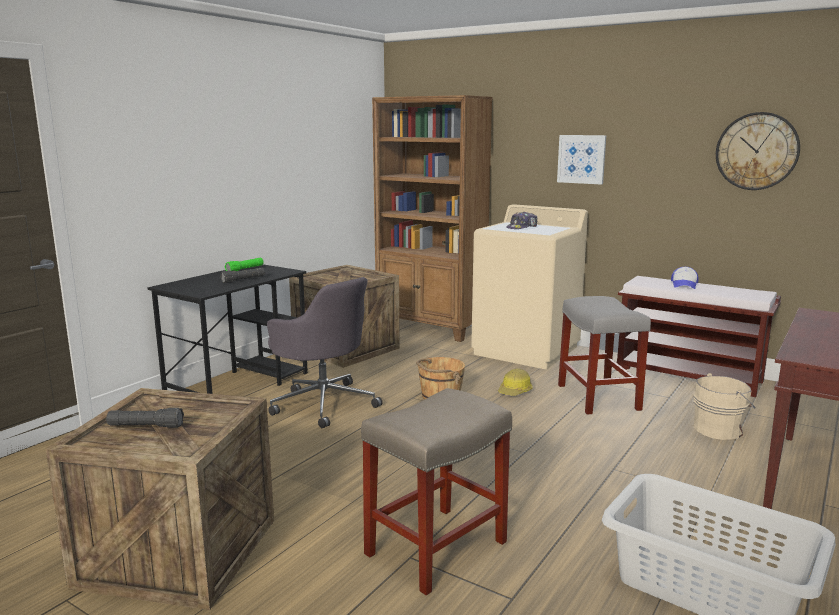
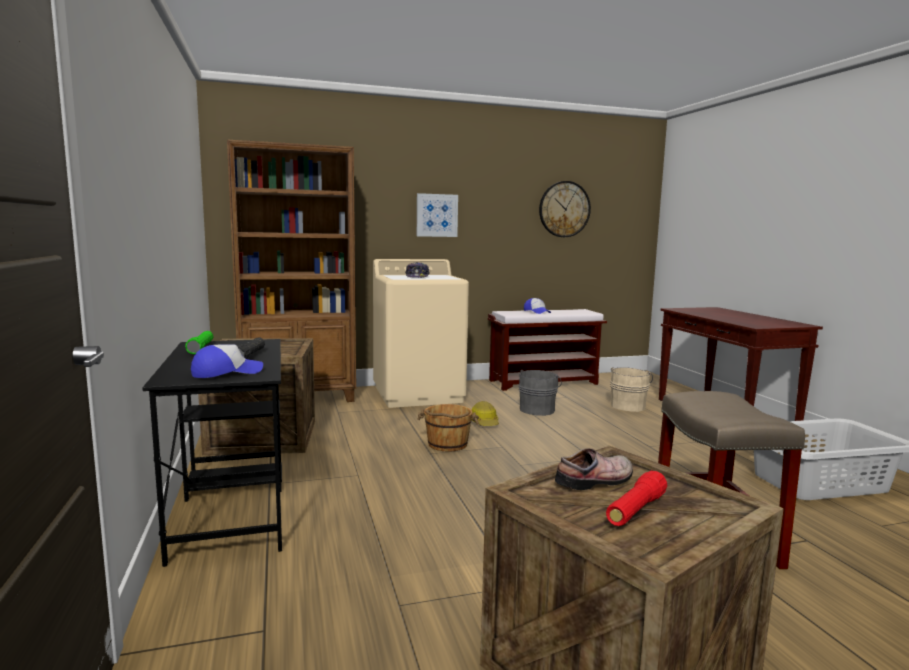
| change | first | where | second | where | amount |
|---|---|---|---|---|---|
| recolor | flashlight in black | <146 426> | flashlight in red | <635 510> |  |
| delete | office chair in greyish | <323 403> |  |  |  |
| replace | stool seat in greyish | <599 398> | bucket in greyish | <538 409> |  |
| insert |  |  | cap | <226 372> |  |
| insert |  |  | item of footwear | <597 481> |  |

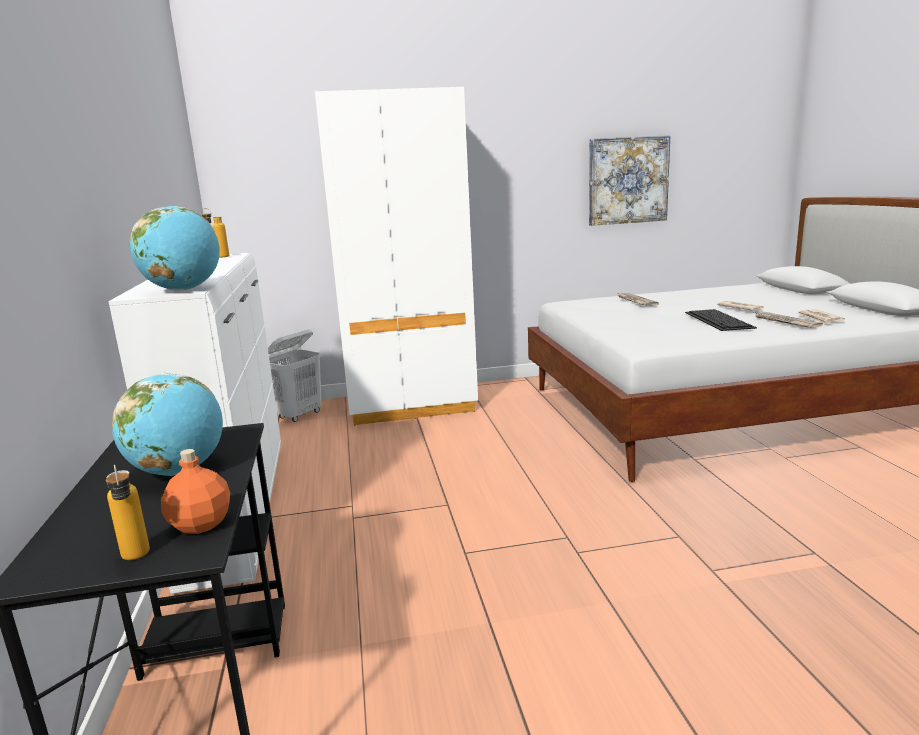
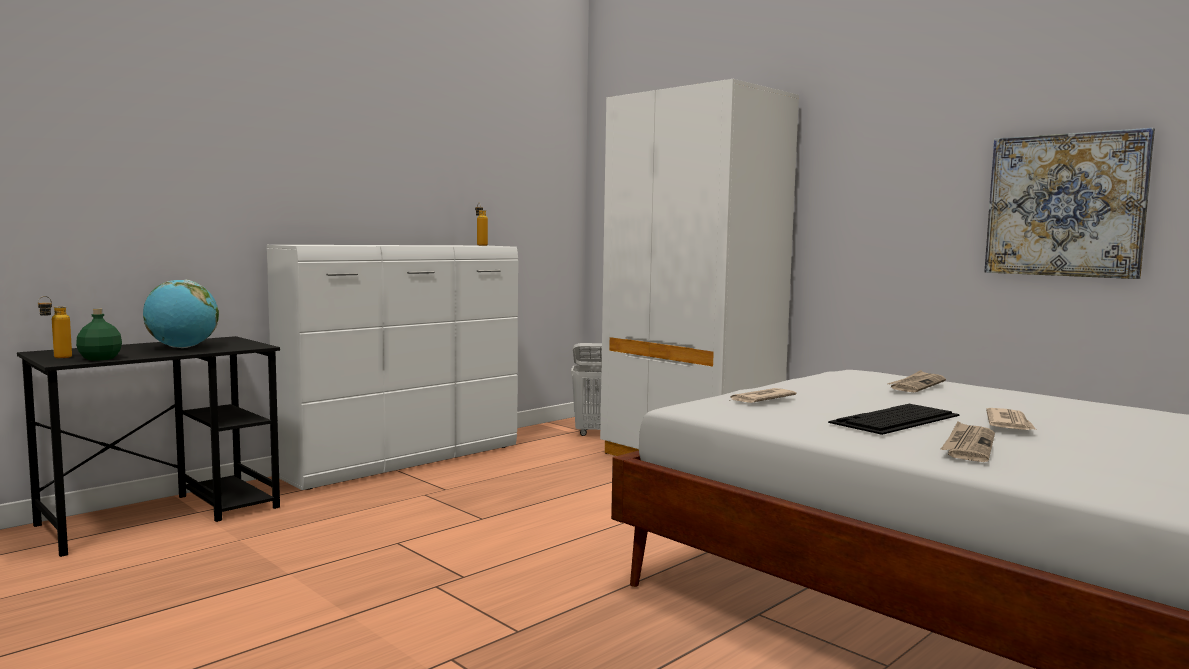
| change | first | where | second | where | amount |
|---|---|---|---|---|---|
| delete | world globe | <183 290> |  |  |  |
| recolor | bottle in orange | <200 524> | bottle in green-coloured | <100 358> |  |
| move | printed paper | <819 318> |  | <760 399> |  |

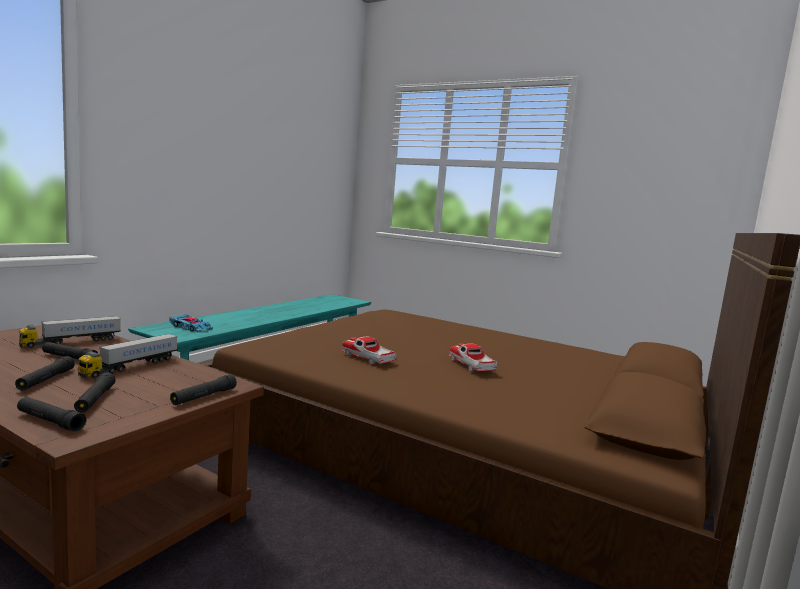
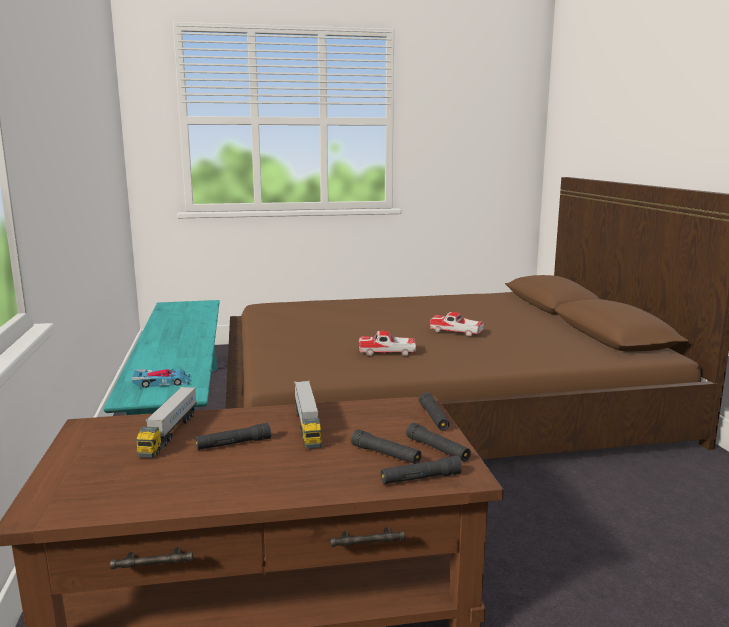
| change | first | where | second | where | amount |
|---|---|---|---|---|---|
| move | flashlight in black | <46 380> |  | <437 449> |  |

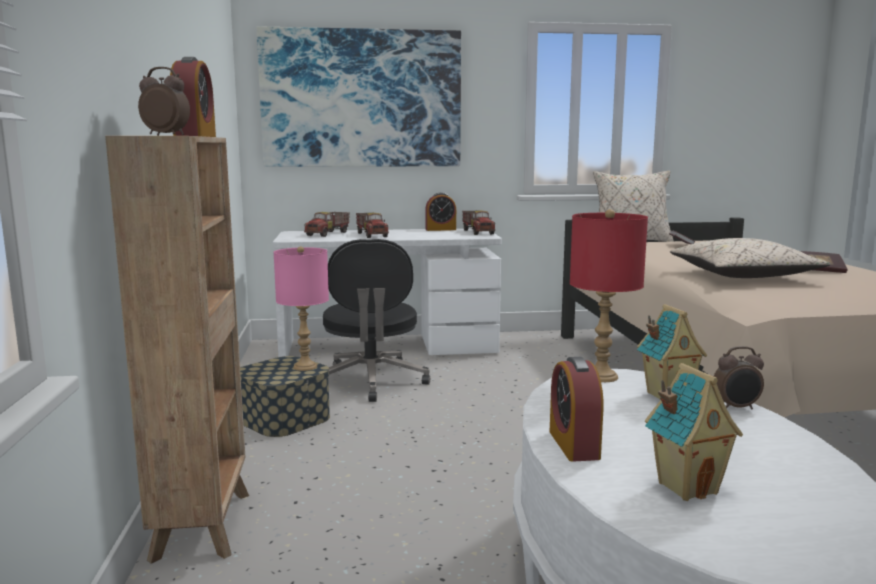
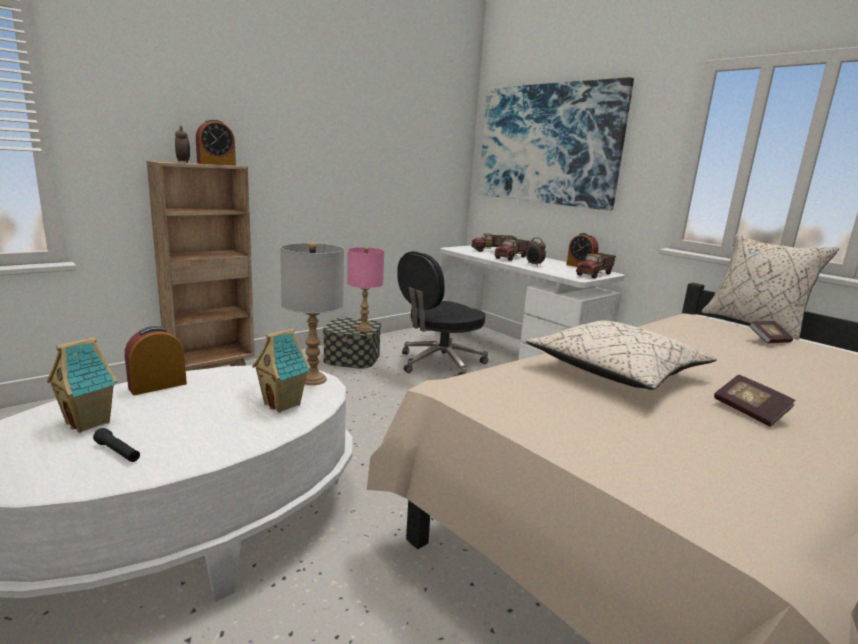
| change | first | where | second | where | amount |
|---|---|---|---|---|---|
| recolor | table lamp in red | <602 376> | table lamp in greyish | <313 380> |  |
| move | bedside clock | <736 408> |  | <534 265> |  |
| insert |  |  | flashlight in black | <118 452> |  |

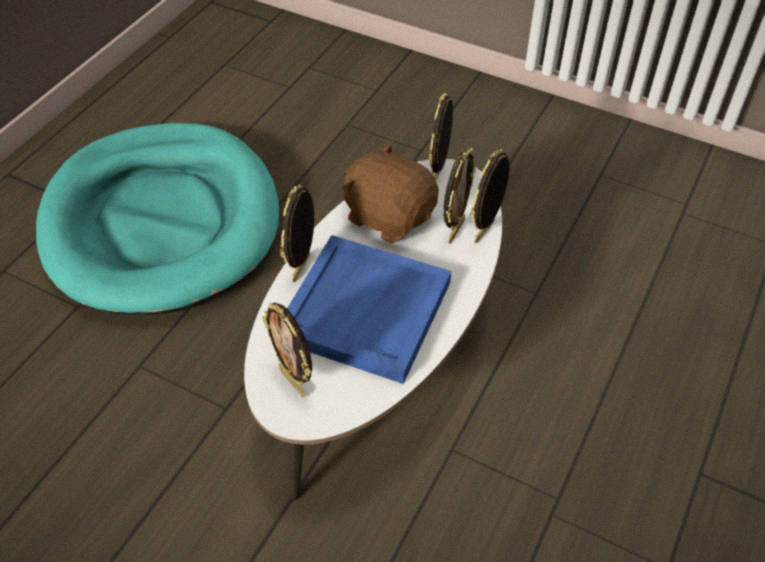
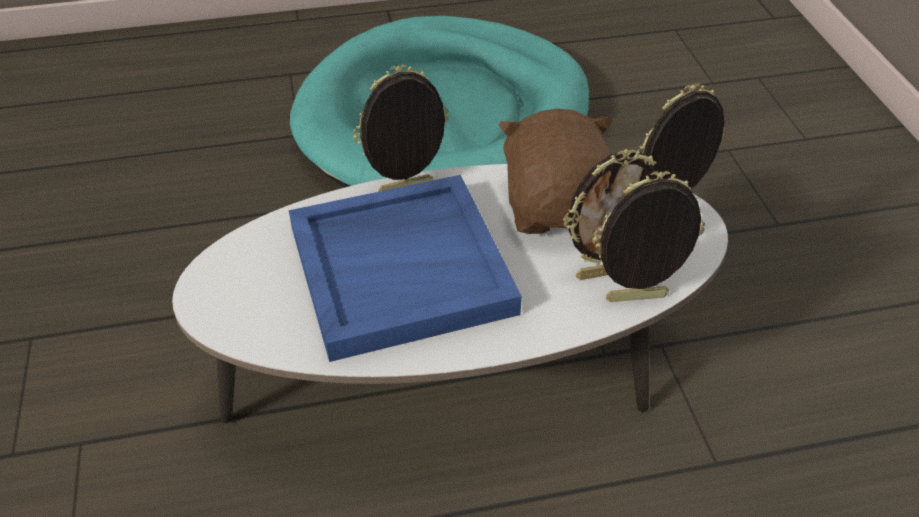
| change | first | where | second | where | amount |
|---|---|---|---|---|---|
| delete | standing frame | <294 382> |  |  |  |

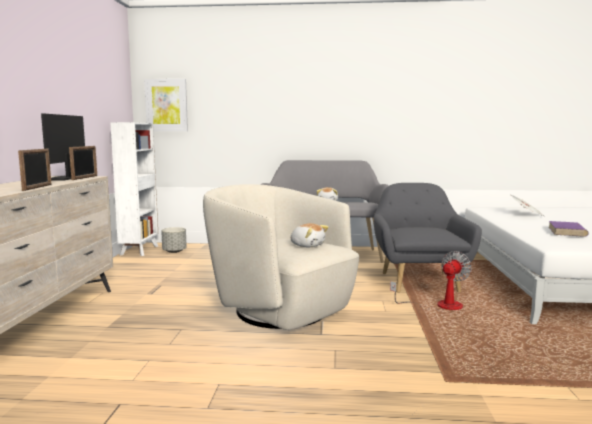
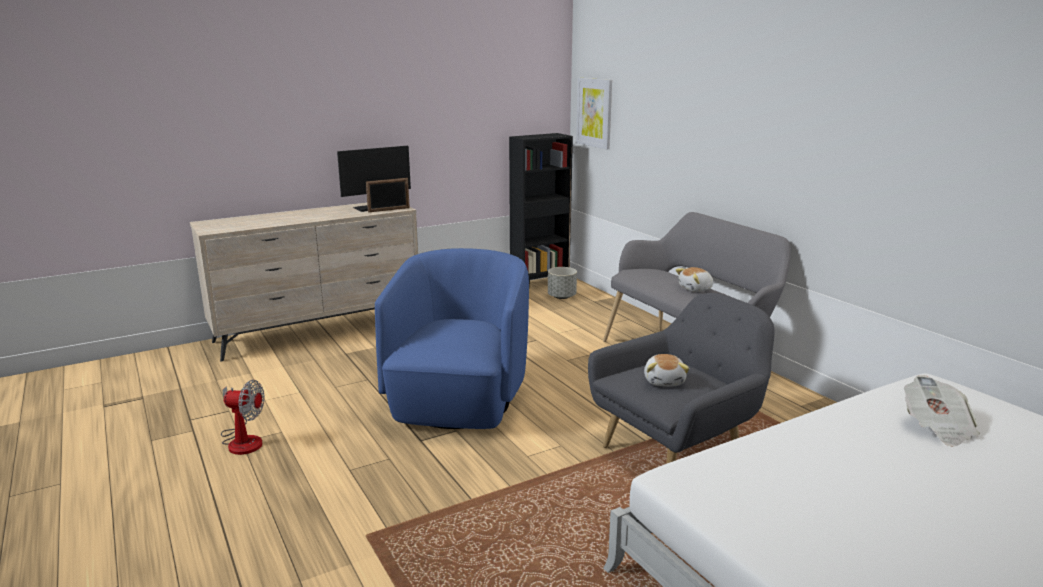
| change | first | where | second | where | amount |
|---|---|---|---|---|---|
| delete | standing frame | <37 187> |  |  |  |
| recolor | bookcase in white-coloured | <140 250> | bookcase in black | <540 284> |  |
| recolor | easy chair in beige | <280 310> | easy chair in blue-coloured | <459 402> |  |
| move | cuddly toy | <307 245> |  | <664 381> |  |
| move | cooling fan | <439 306> |  | <243 440> |  |
| delete | book in purplish | <567 231> |  |  |  |

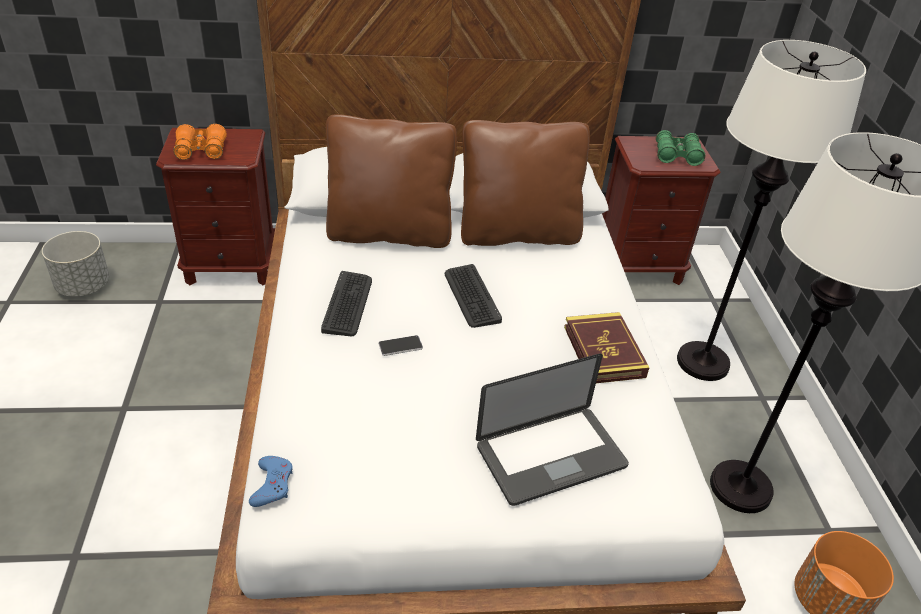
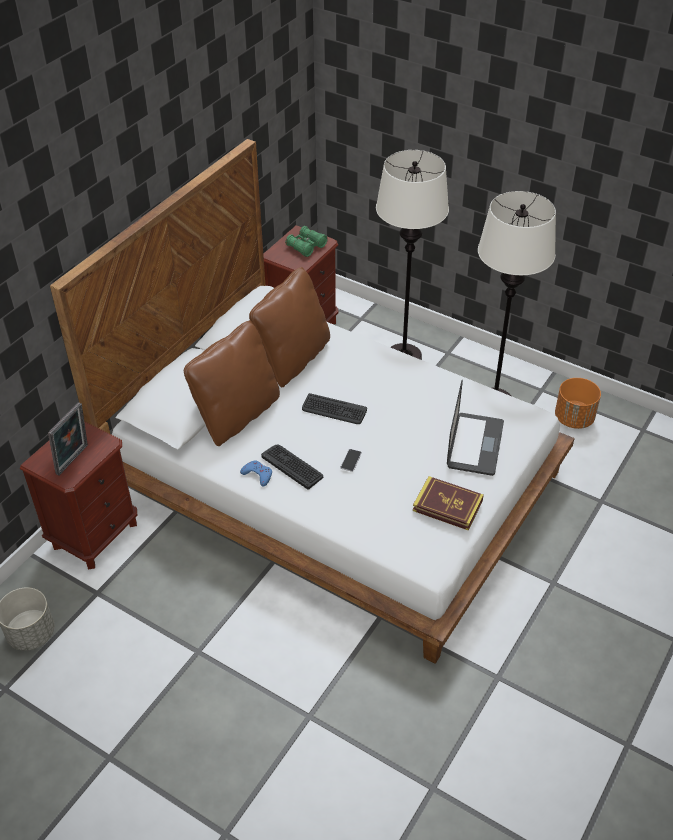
| change | first | where | second | where | amount |
|---|---|---|---|---|---|
| replace | binoculars in orange | <201 150> | standing frame | <74 460> |  |
| move | joypad in blue-coloured | <272 484> |  | <258 475> |  |
| move | book | <604 351> |  | <447 506> |  |

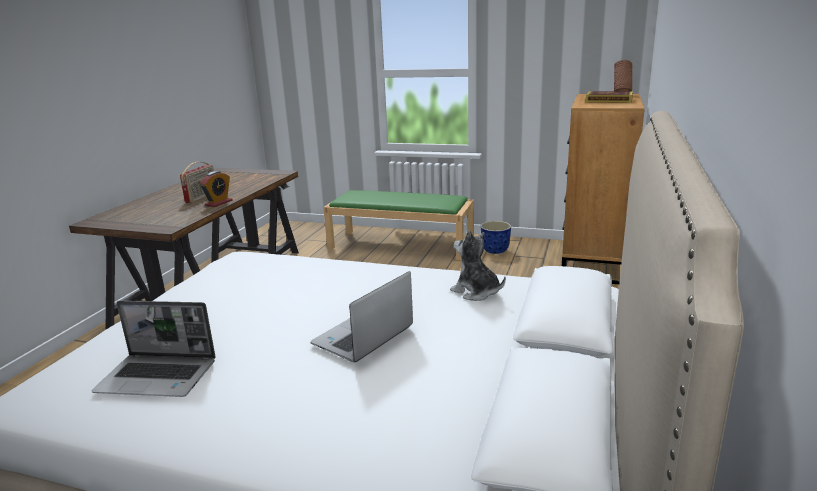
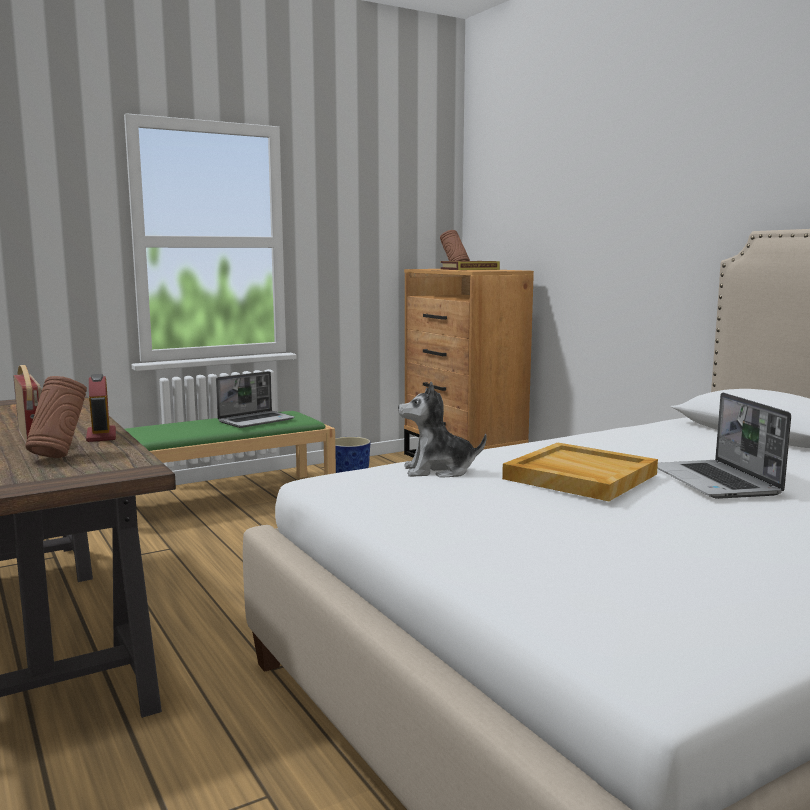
| change | first | where | second | where | amount |
|---|---|---|---|---|---|
| move | portable computer | <159 377> |  | <256 420> |  |
| move | cuddly toy | <476 292> |  | <438 471> |  |
| insert |  |  | decorative vase in brown | <59 456> |  |
| insert |  |  | serving tray in beige | <578 476> |  |

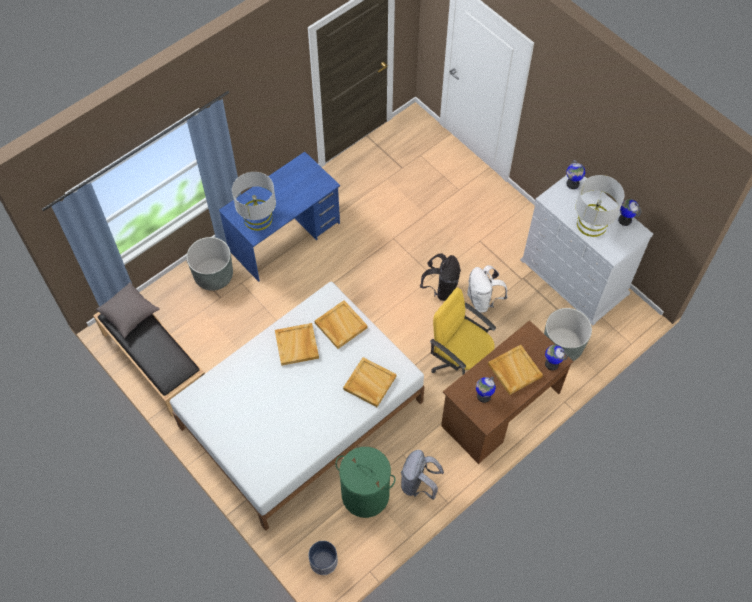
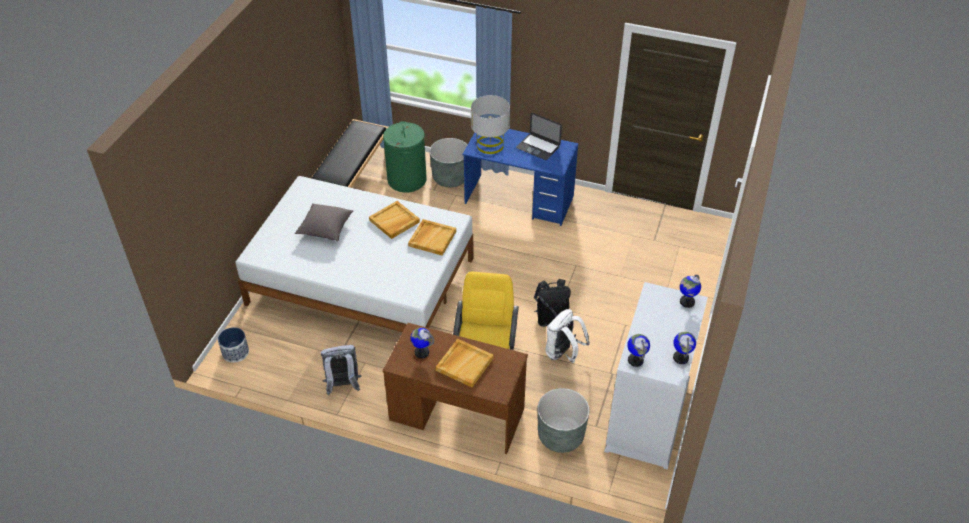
| change | first | where | second | where | amount |
|---|---|---|---|---|---|
| move | cushion in greyish | <129 314> |  | <326 229> |  |
| move | washing basket in green-coloured | <365 494> |  | <407 180> |  |
| delete | serving tray in beige | <369 383> |  |  |  |
| move | world globe | <551 364> |  | <635 360> |  |
| delete | table lamp in greyish | <591 224> |  |  |  |
| insert |  |  | portable computer | <538 147> |  |

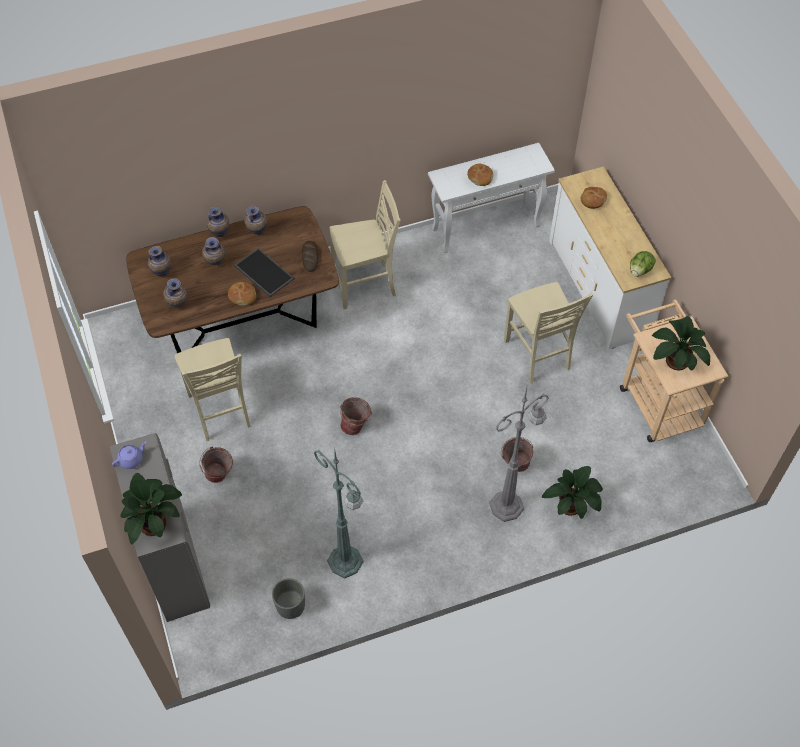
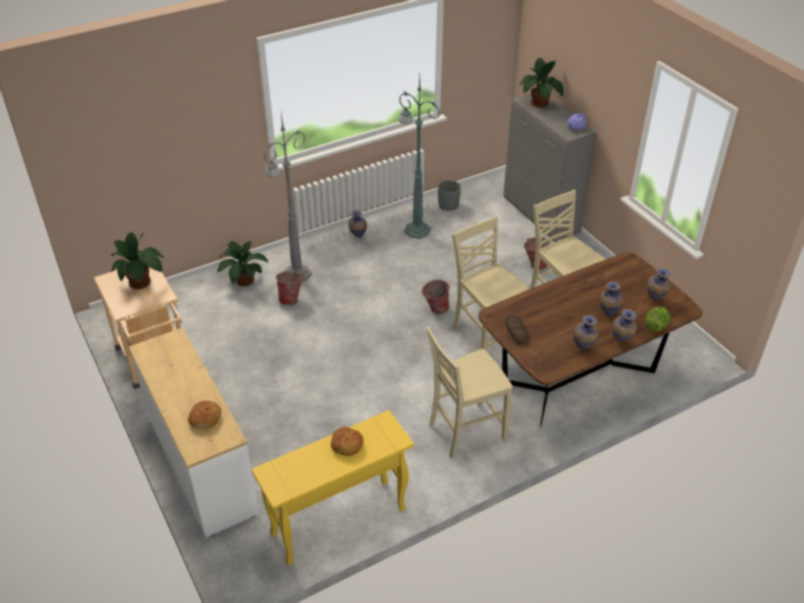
| change | first | where | second | where | amount |
|---|---|---|---|---|---|
| move | decorative vase | <178 306> |  | <357 236> |  |
| delete | bakery bread | <242 296> |  |  |  |
| delete | serving tray | <263 272> |  |  |  |
| recolor | console table in white-coloured | <486 227> | console table in yellowish | <338 522> |  |
| move | upright chair in beige | <538 355> |  | <485 334> |  |
| move | lettuce head | <640 270> |  | <656 326> |  |

